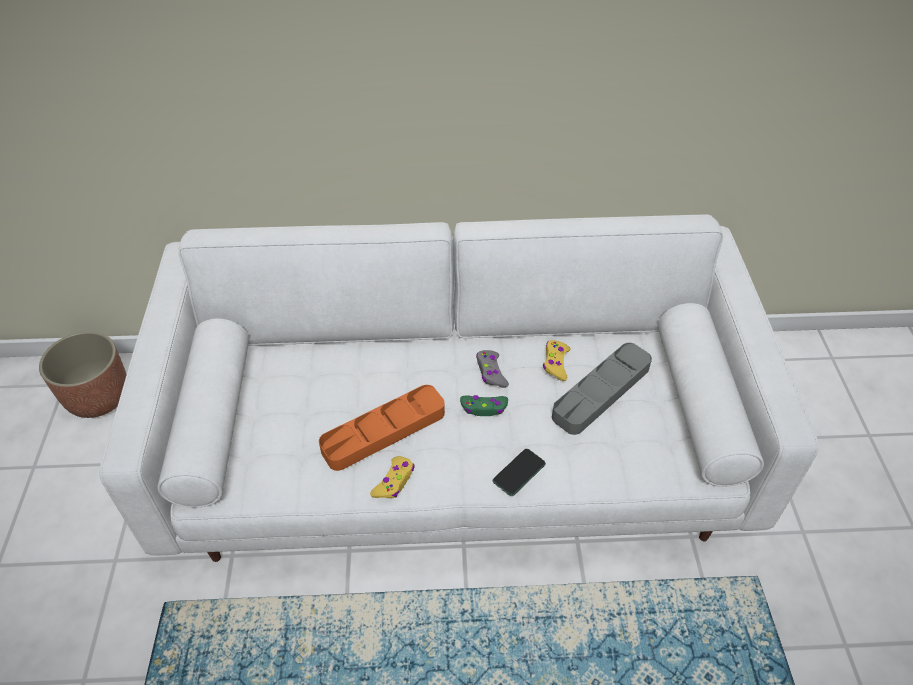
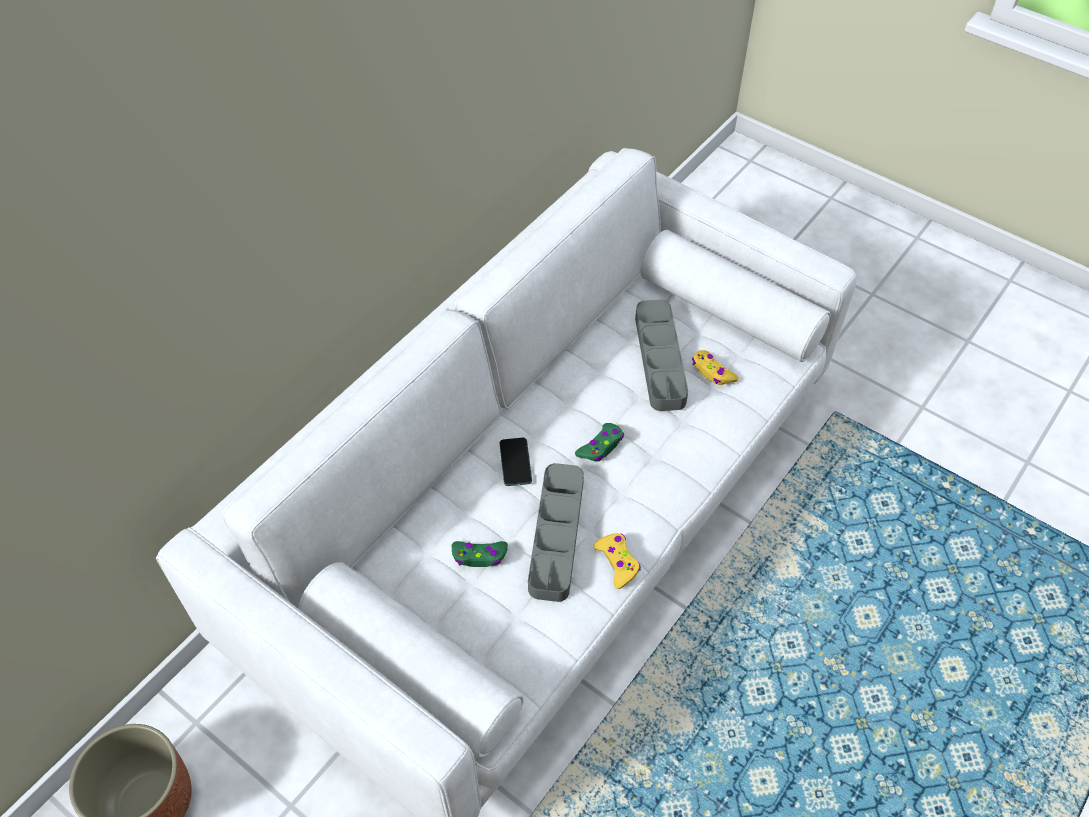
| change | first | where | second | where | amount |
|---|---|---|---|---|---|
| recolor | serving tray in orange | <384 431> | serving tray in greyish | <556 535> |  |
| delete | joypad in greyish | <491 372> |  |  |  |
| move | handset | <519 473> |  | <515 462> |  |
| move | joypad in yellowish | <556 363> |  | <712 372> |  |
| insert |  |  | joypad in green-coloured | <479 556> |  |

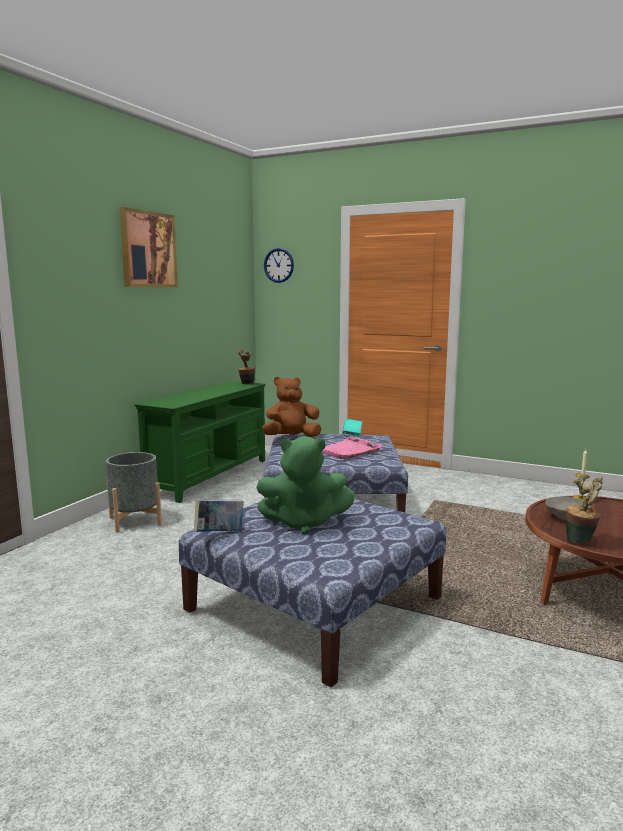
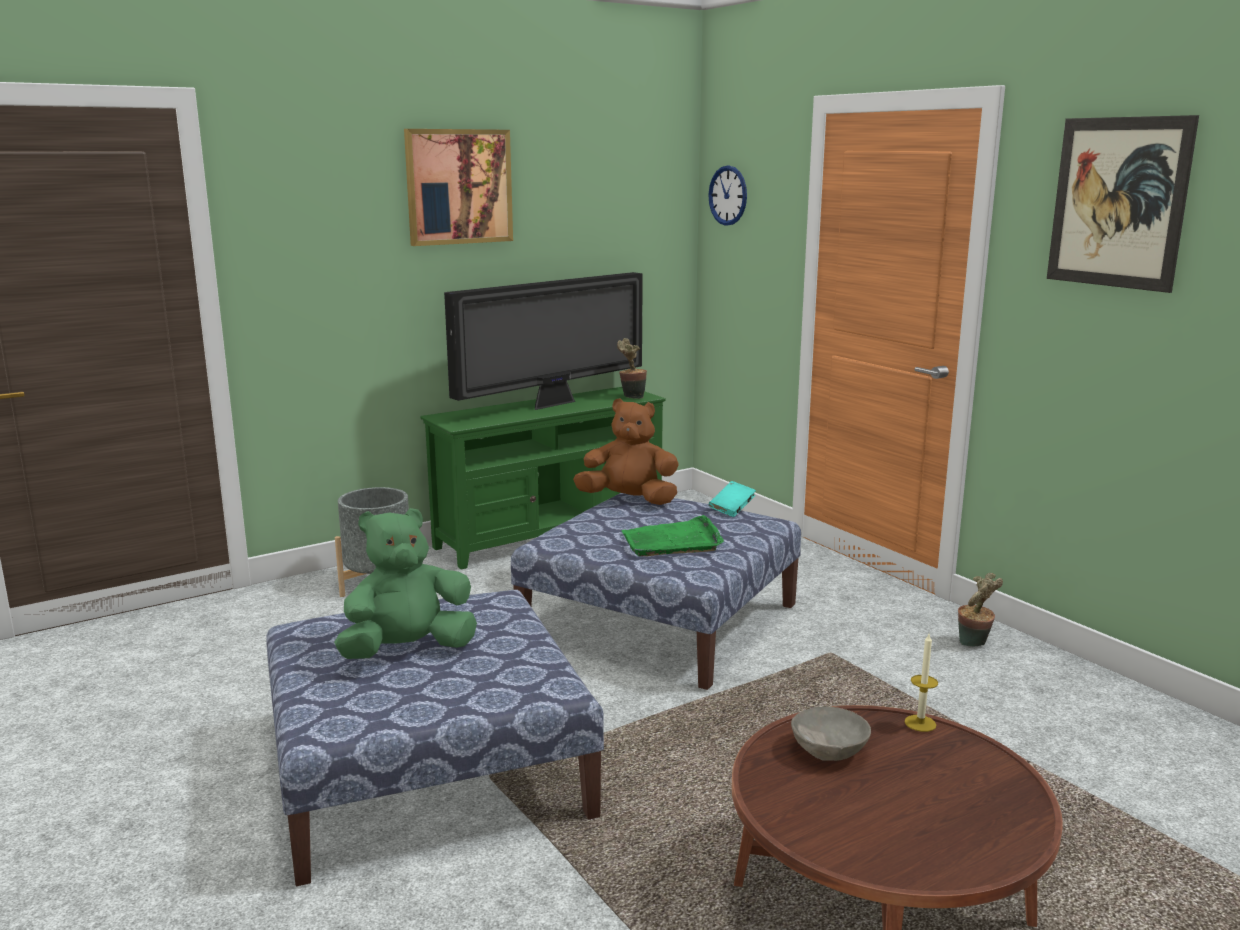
| change | first | where | second | where | amount |
|---|---|---|---|---|---|
| delete | book | <219 533> |  |  |  |
| rotate | cuddly toy in green-coloured | <304 523> |  | <408 650> | 120 degrees clockwise |
| recolor | serving tray in pinkish | <349 451> | serving tray in green-coloured | <672 541> |  |
| move | potted plant | <581 540> |  | <974 644> |  |
| insert |  |  | TV | <553 404> |  |
| insert |  |  | wall art | <1118 203> |  |

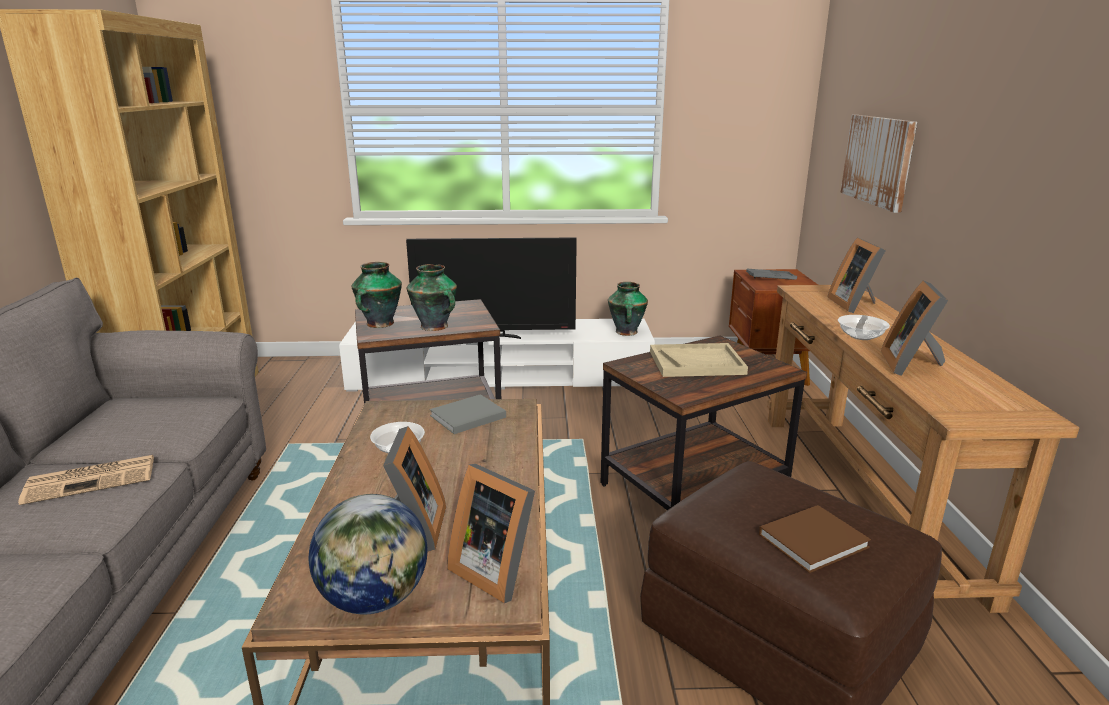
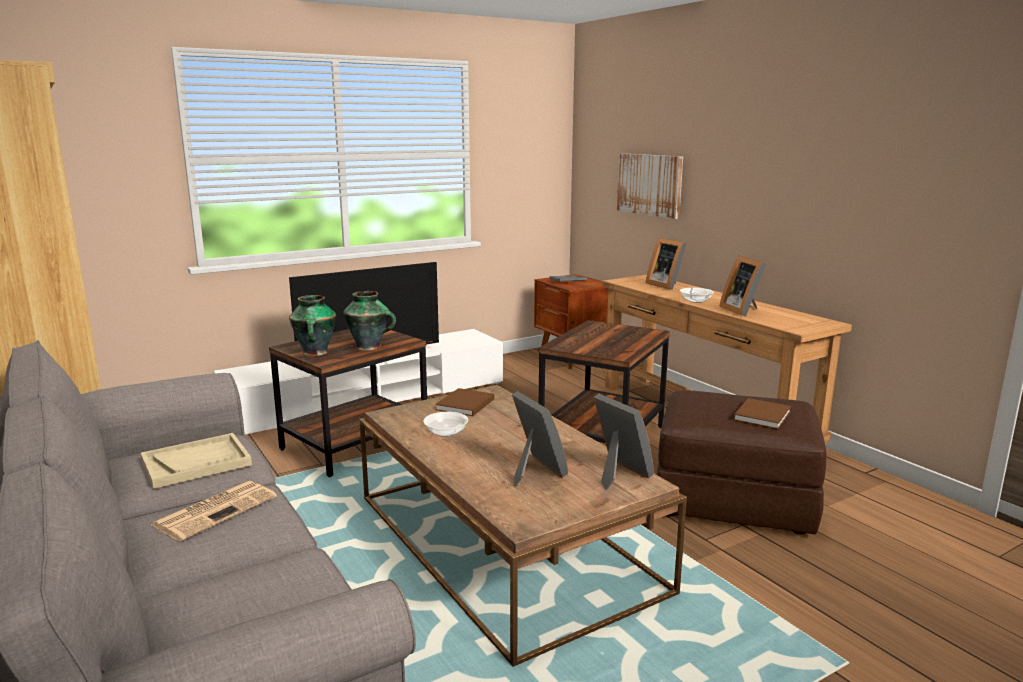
| change | first | where | second | where | amount |
|---|---|---|---|---|---|
| delete | world globe | <375 599> |  |  |  |
| recolor | book in greyish | <466 417> | book in brown | <464 405> |  |
| rotate | standing frame | <496 570> |  | <618 473> | 135 degrees counterclockwise |
| delete | decorative vase | <626 332> |  |  |  |
| move | serving tray in beige | <696 362> |  | <196 462> |  |

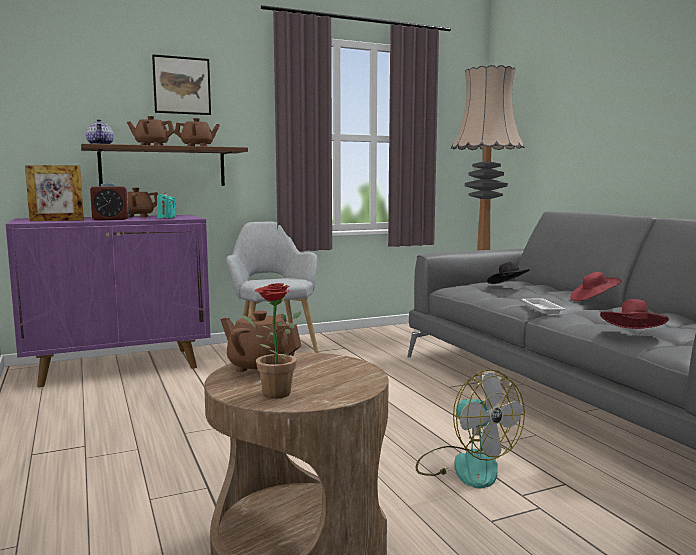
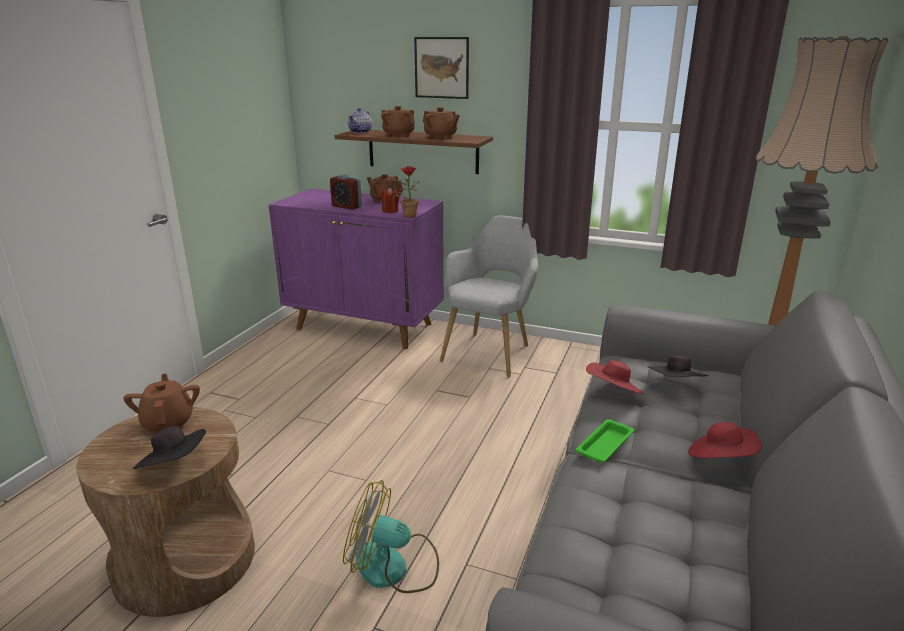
| change | first | where | second | where | amount |
|---|---|---|---|---|---|
| delete | standing frame | <57 220> |  |  |  |
| recolor | candle in turquoise-coloured | <166 218> | candle in red | <390 211> |  |
| move | potted plant | <270 393> |  | <408 215> |  |
| rotate | cooling fan | <465 466> |  | <394 568> | 90 degrees clockwise |
| recolor | serving tray in white-coloured | <541 308> | serving tray in green-coloured | <605 444> |  |
| move | clothing hat in red | <633 334> |  | <613 392> |  |
| insert |  |  | clothing hat in black | <175 465> |  |

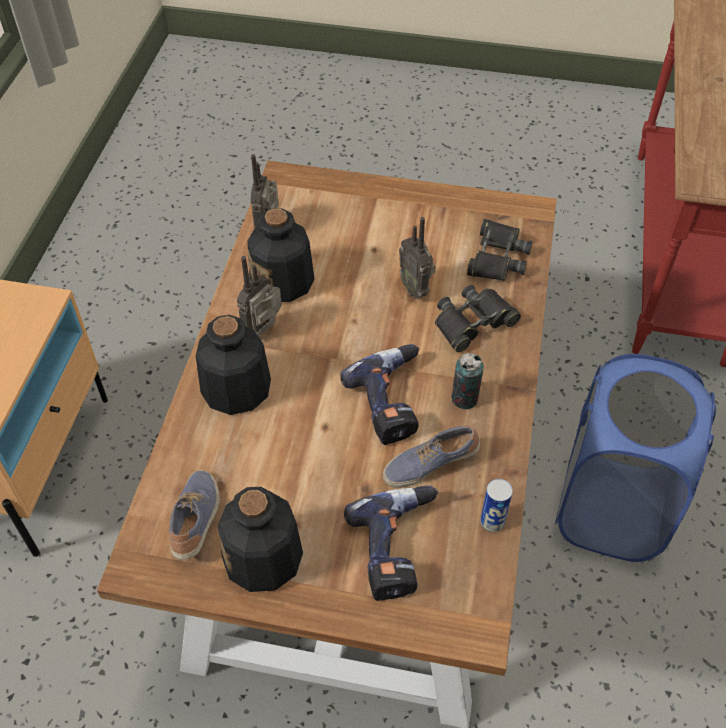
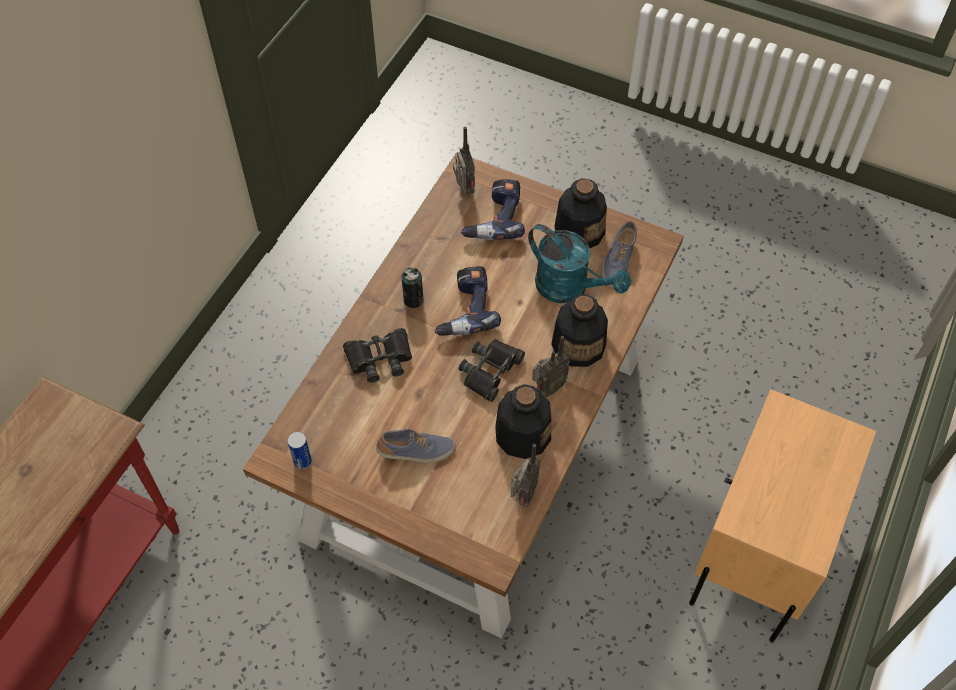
| change | first | where | second | where | amount |
|---|---|---|---|---|---|
| move | item of footwear | <429 463> |  | <416 452> |  |
| move | radio | <416 288> |  | <464 190> |  |
| move | binoculars in black | <497 257> |  | <490 371> |  |
| move | can | <492 522> |  | <302 462> |  |
| delete | washing basket in blue-coloured | <610 507> |  |  |  |
| insert |  |  | watering pot in turquoise-coloured | <570 288> |  |

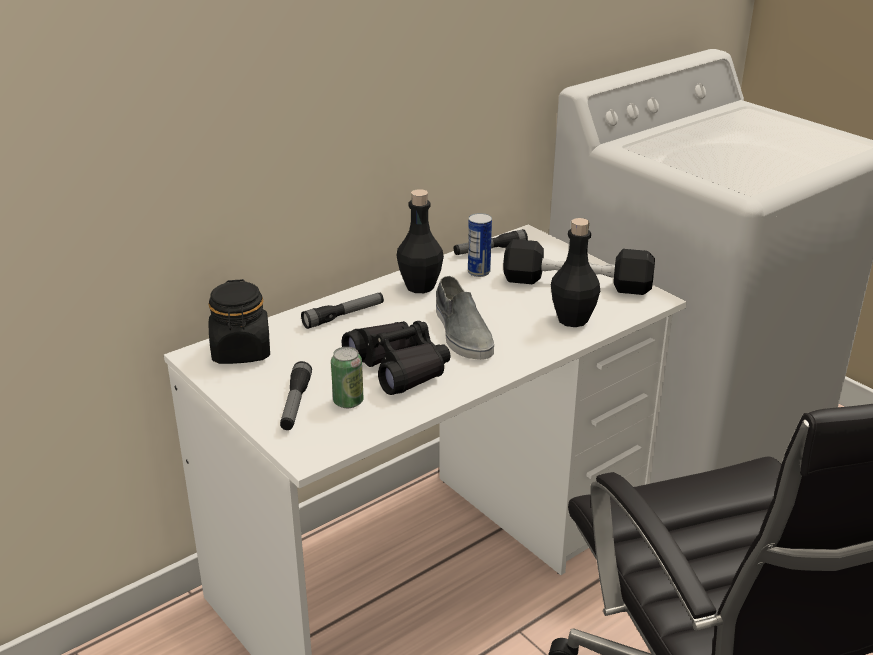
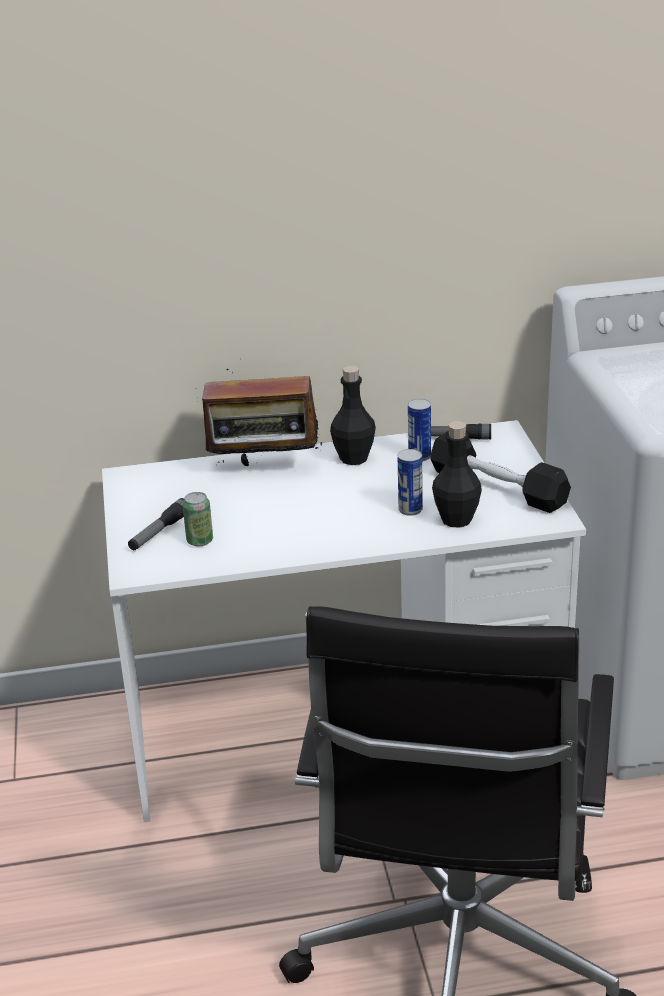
| change | first | where | second | where | amount |
|---|---|---|---|---|---|
| delete | storage jar in black | <241 351> |  |  |  |
| replace | flashlight | <344 316> | radio | <264 470> |  |
| delete | binoculars in black | <399 367> |  |  |  |
| delete | item of footwear in greyish | <462 333> |  |  |  |
| insert |  |  | can | <410 510> |  |

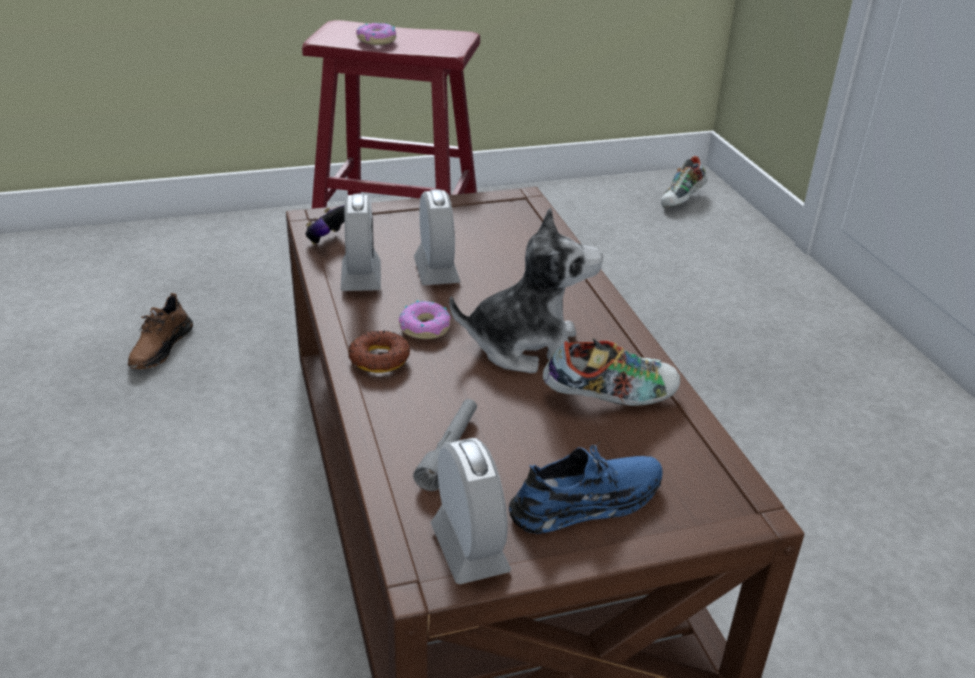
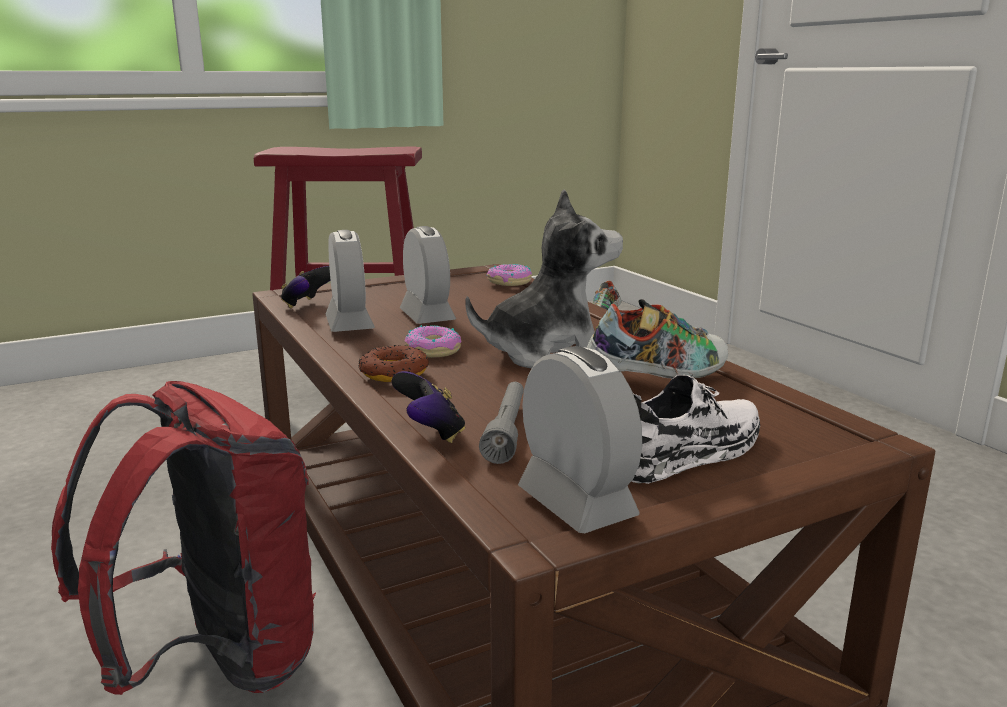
| change | first | where | second | where | amount |
|---|---|---|---|---|---|
| delete | item of footwear in brown | <160 347> |  |  |  |
| move | donut | <376 40> |  | <509 282> |  |
| recolor | item of footwear in blue-coloured | <587 502> | item of footwear in white-coloured | <687 453> |  |
| insert |  |  | rucksack in red | <216 661> |  |
| insert |  |  | joypad | <430 433> |  |

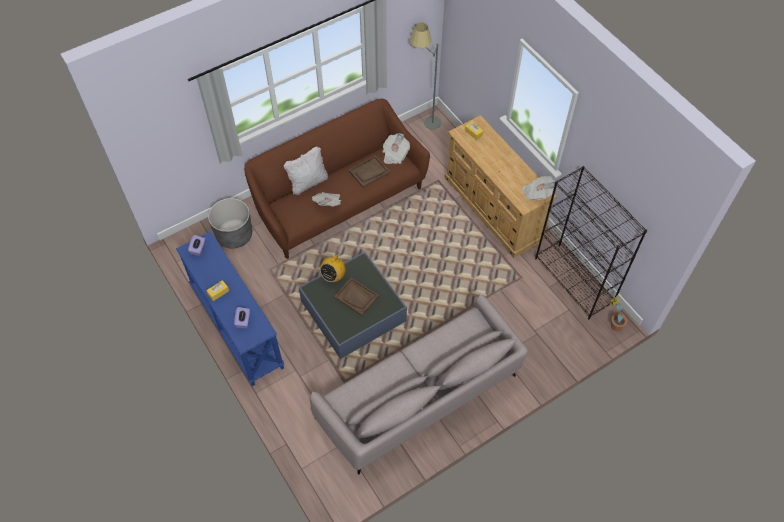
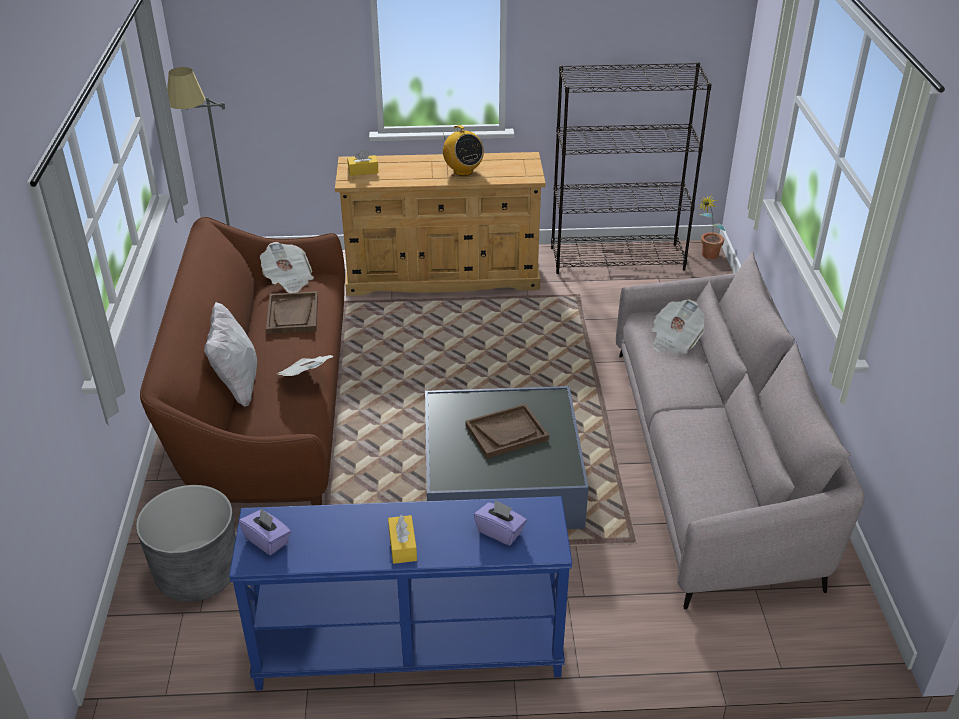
| change | first | where | second | where | amount |
|---|---|---|---|---|---|
| move | radio | <333 276> |  | <463 171> |  |
| move | printed paper | <537 193> |  | <675 340> |  |

